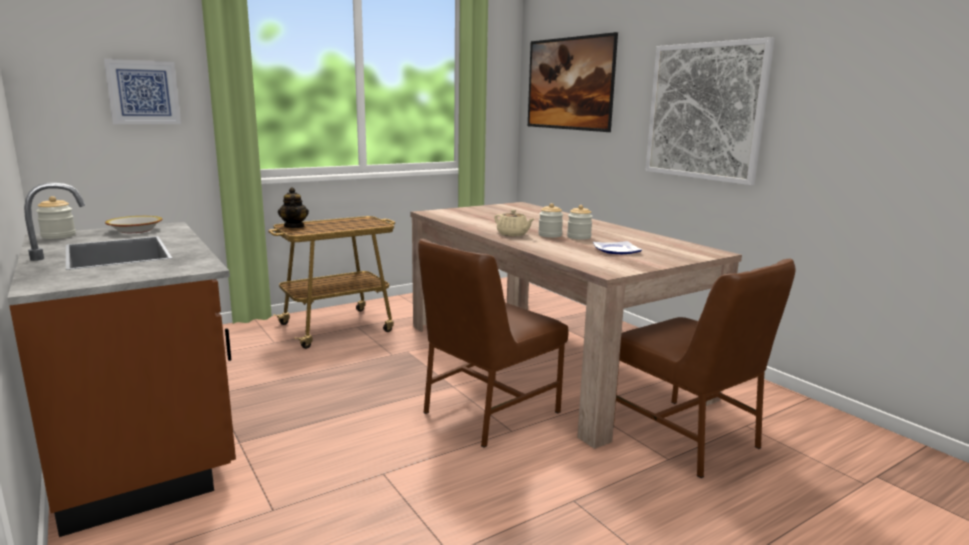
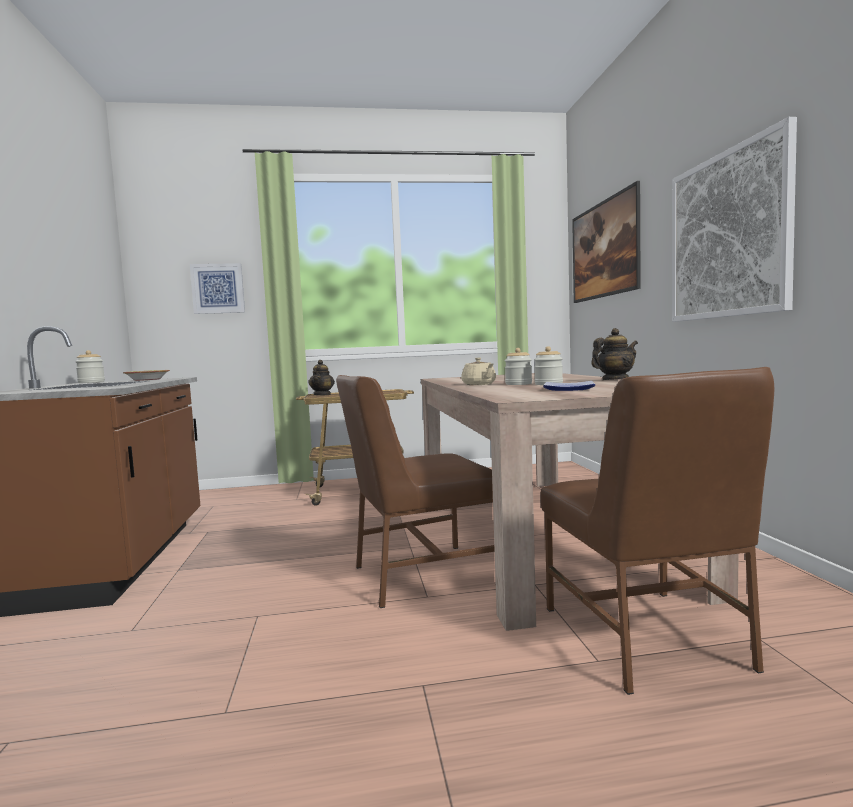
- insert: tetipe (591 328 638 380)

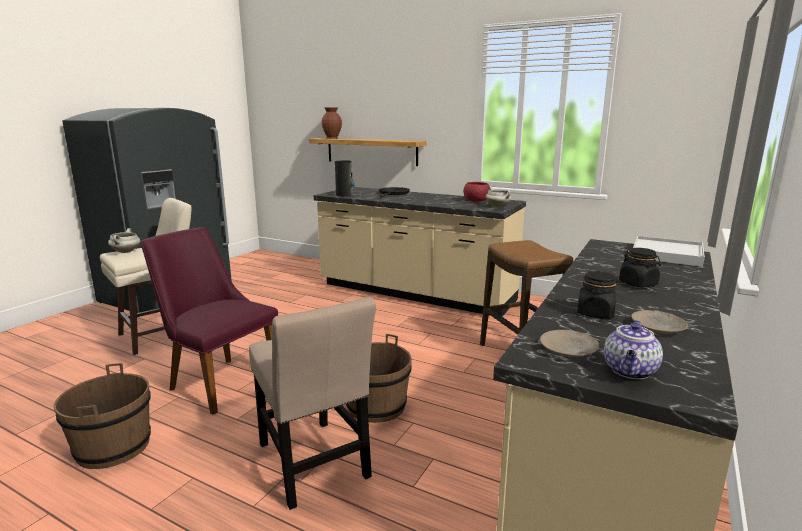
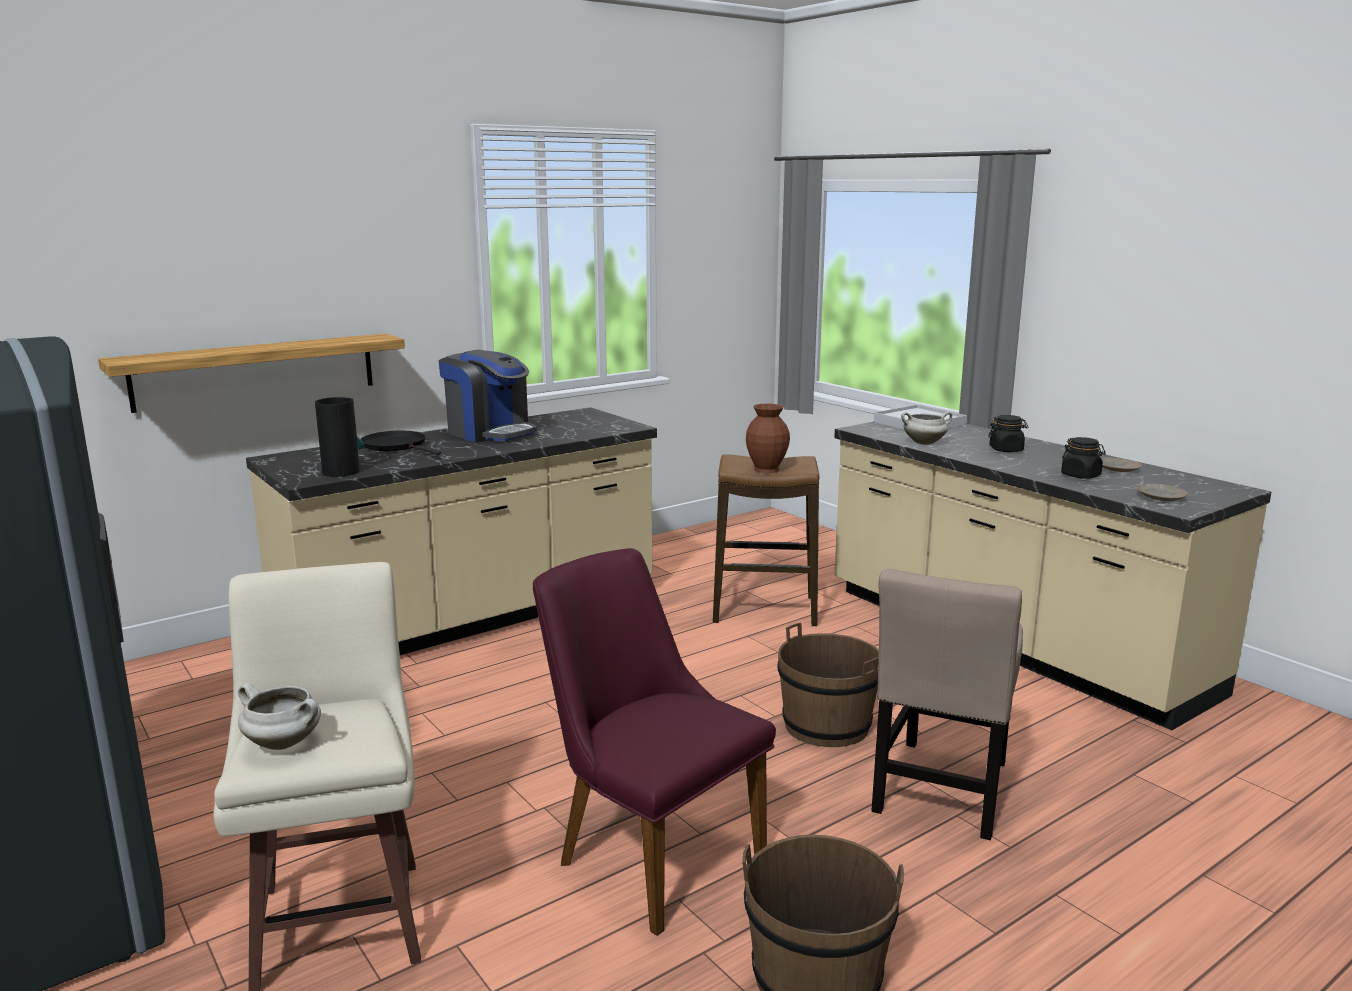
- move: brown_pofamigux (321 107 342 139) to (746 403 790 473)
- delete: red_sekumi (463 182 490 202)
- move: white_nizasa (486 187 511 208) to (901 412 952 445)
- rotate: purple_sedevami (141 227 278 415) = (533 548 776 936) 75 degrees clockwise
- rotate: beige_sedevami (249 297 376 510) = (871 568 1023 840) 120 degrees clockwise
- delete: tetipe (604 320 663 379)
- insert: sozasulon (438 350 537 442)

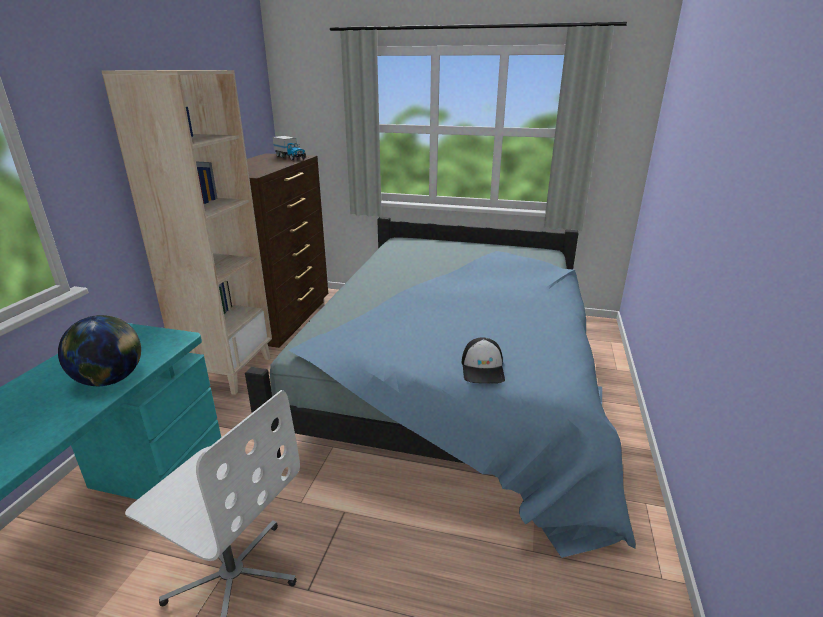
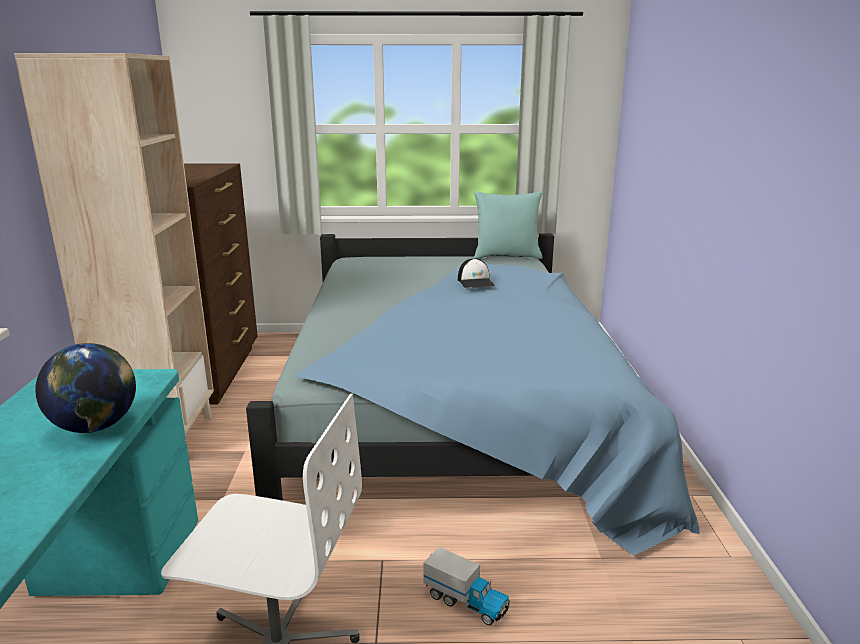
- move: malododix (273 136 306 160) to (423 547 510 625)
- move: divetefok (462 337 505 383) to (458 258 495 288)
- insert: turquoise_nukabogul (474 191 542 259)

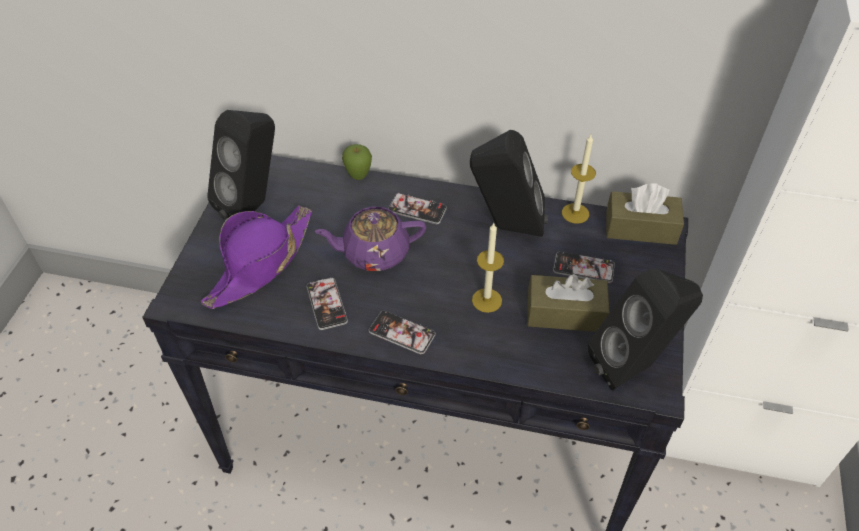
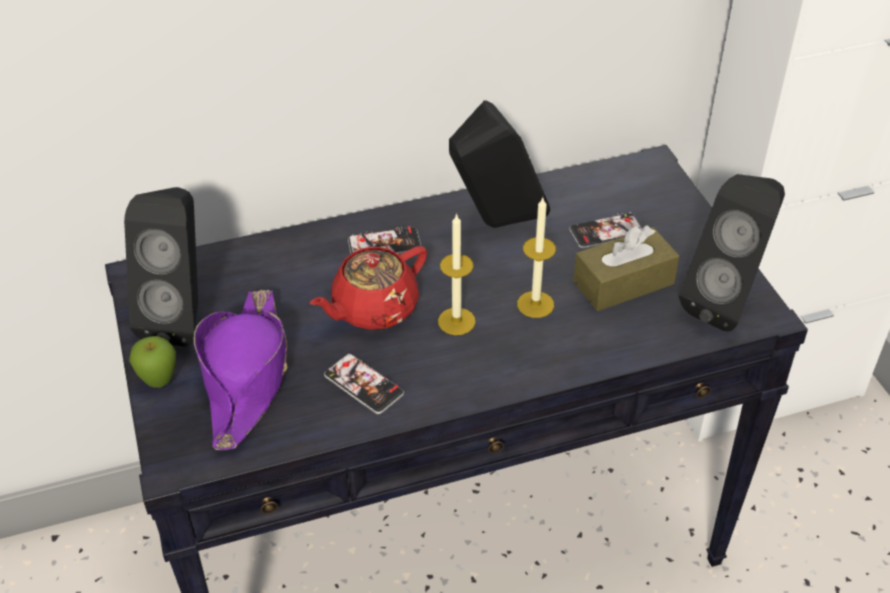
- move: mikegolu (562 135 596 224) to (438 213 476 335)
- move: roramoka (342 144 372 180) to (129 336 176 388)
- delete: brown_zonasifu (606 183 684 245)
- recolor: purple_tetipe (314 207 426 271) to red_tetipe (310 246 427 330)
- delete: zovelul (369 311 436 354)

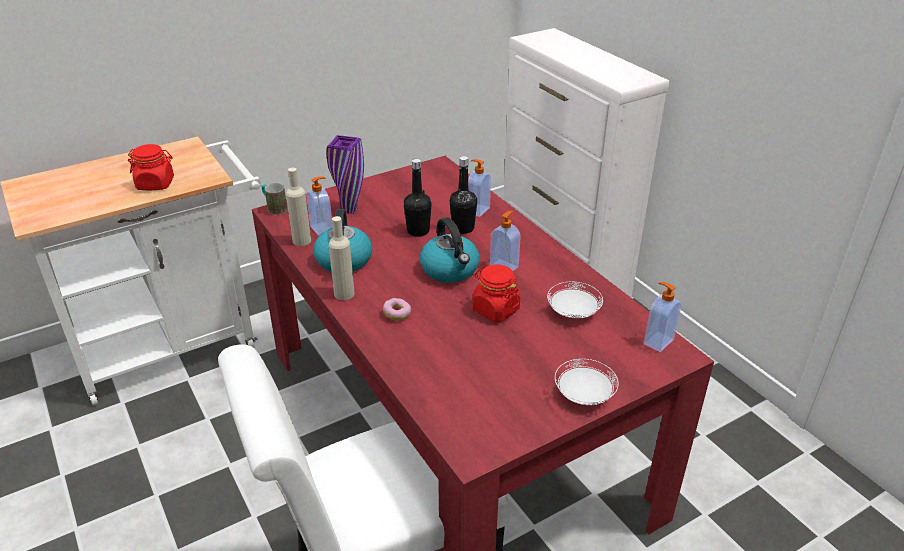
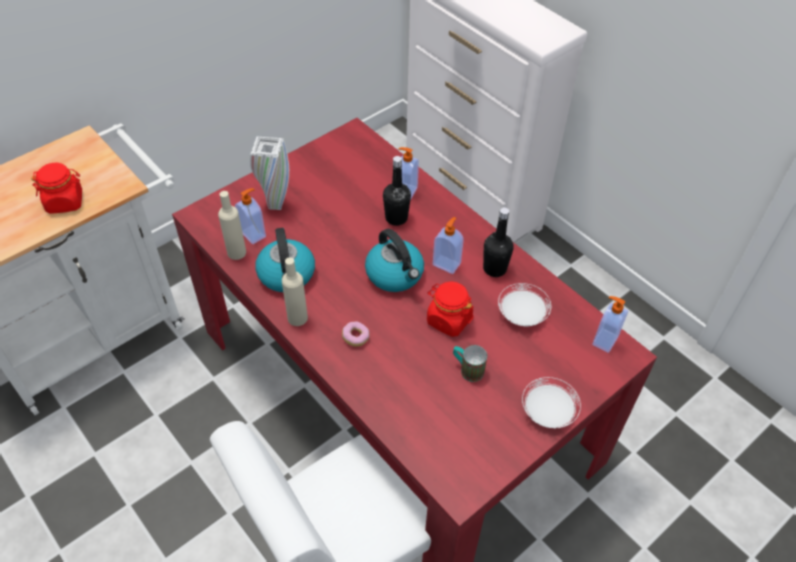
- recolor: purple_pofamigux (327 135 364 214) to white_pofamigux (250 137 289 210)
- move: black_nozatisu (404 159 432 237) to (483 207 514 277)
- move: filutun (262 183 287 215) to (453 345 487 382)

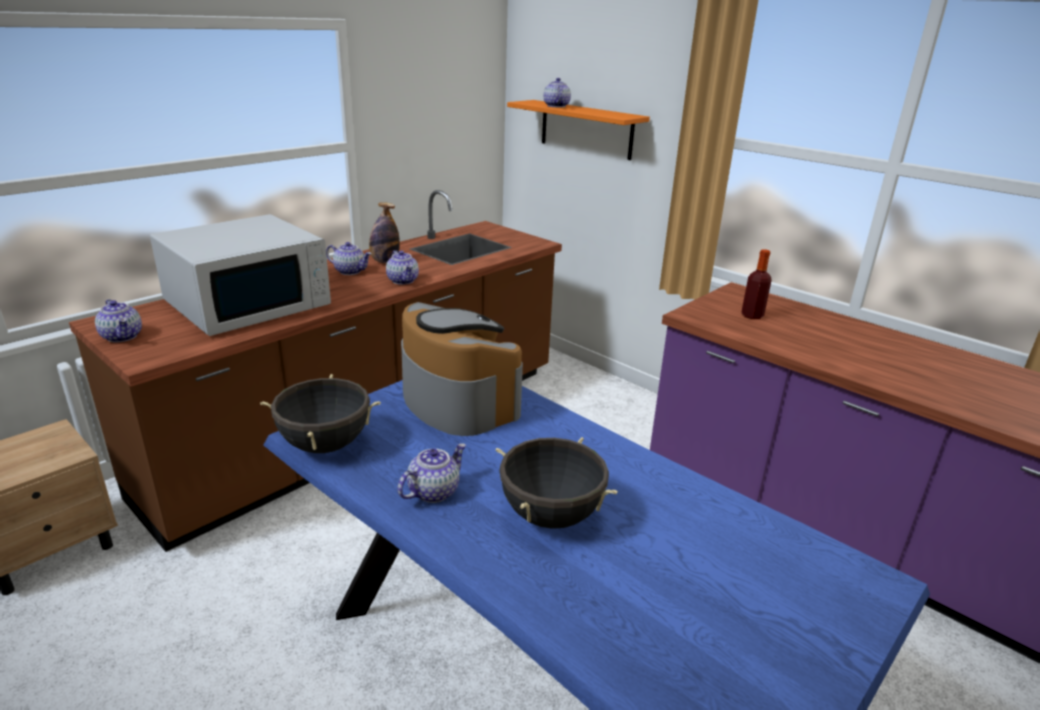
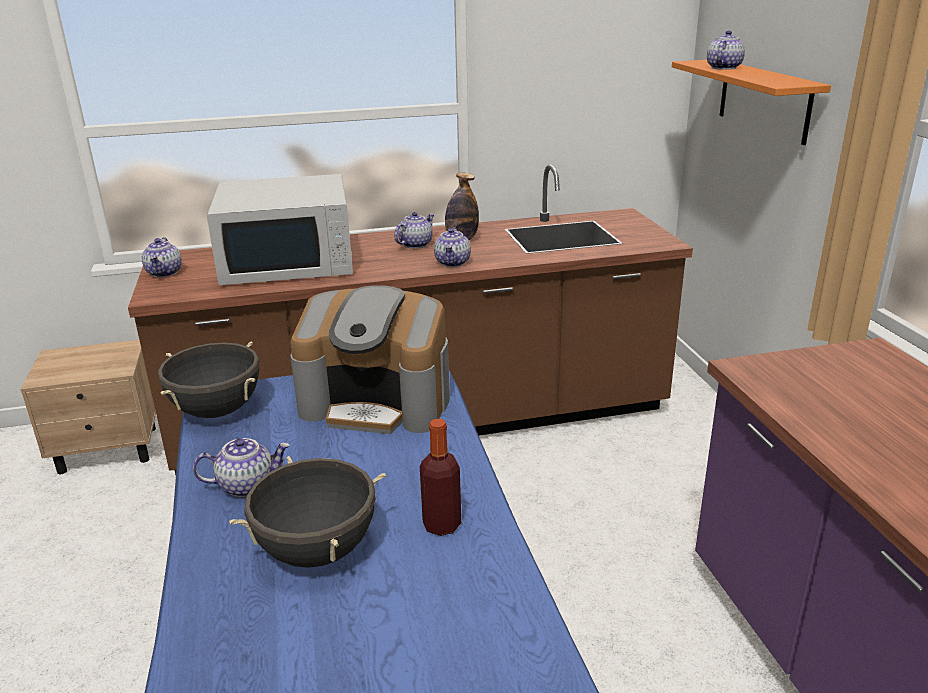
- rotate: tetipe (326 242 372 275) = (394 212 435 249) 105 degrees counterclockwise
- move: nozatisu (741 249 772 319) to (420 419 461 536)
- rotate: sozasulon (401 302 523 436) = (290 285 450 434) 105 degrees clockwise

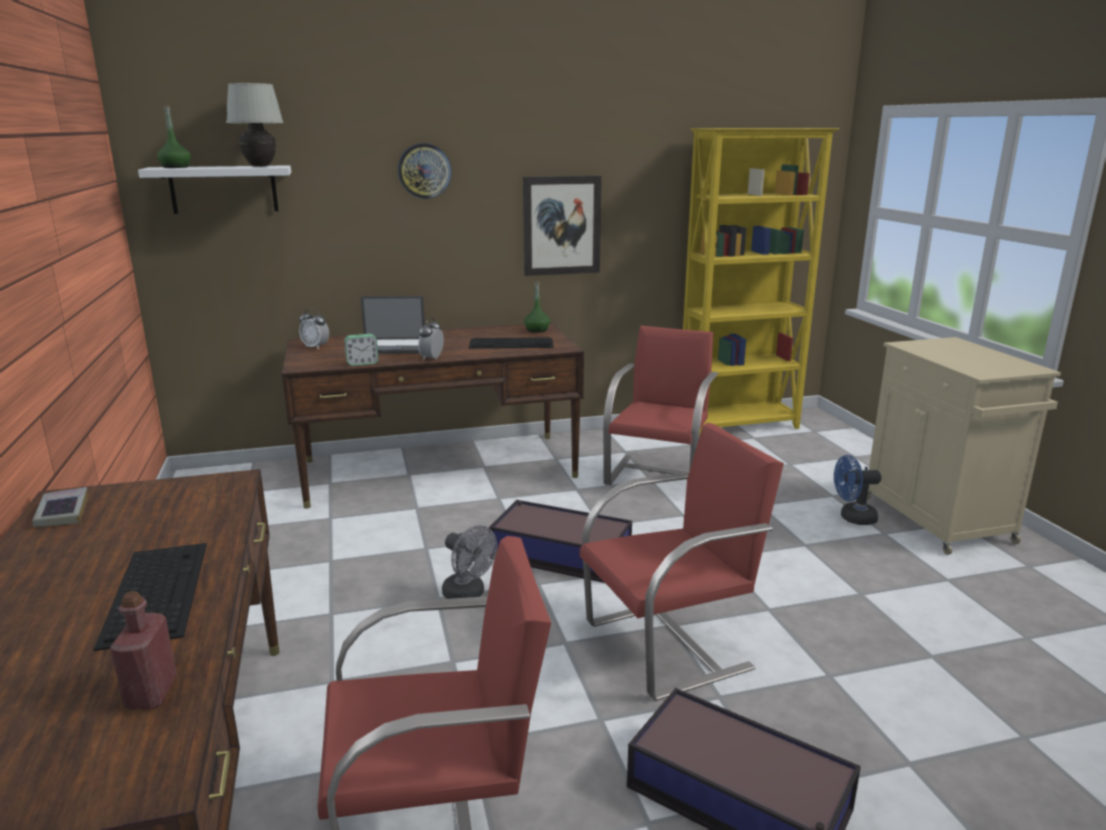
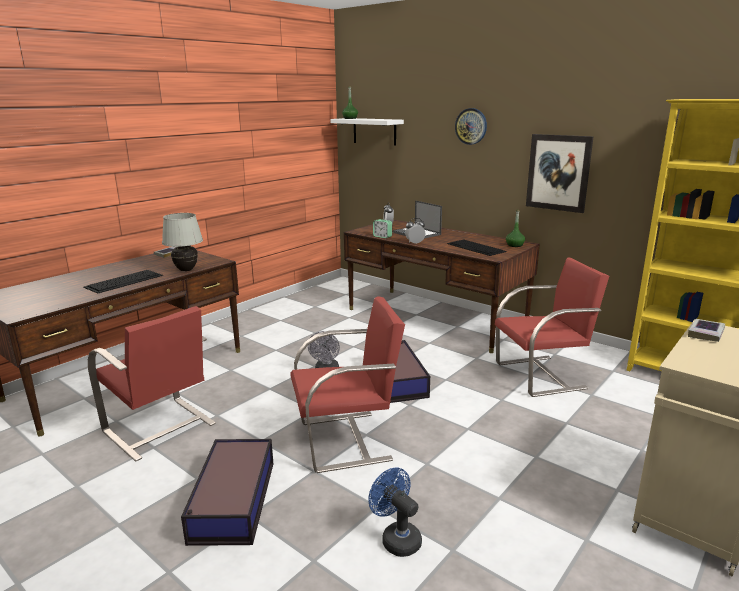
- move: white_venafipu (226 83 284 167) to (162 213 203 271)
- rotate: red_sedevami (580 423 784 701) = (291 296 405 473) 45 degrees counterclockwise
- move: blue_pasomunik (834 455 881 525) to (368 467 422 557)
- delete: red_nozatisu (110 591 177 710)
- insert: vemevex (688 319 725 342)

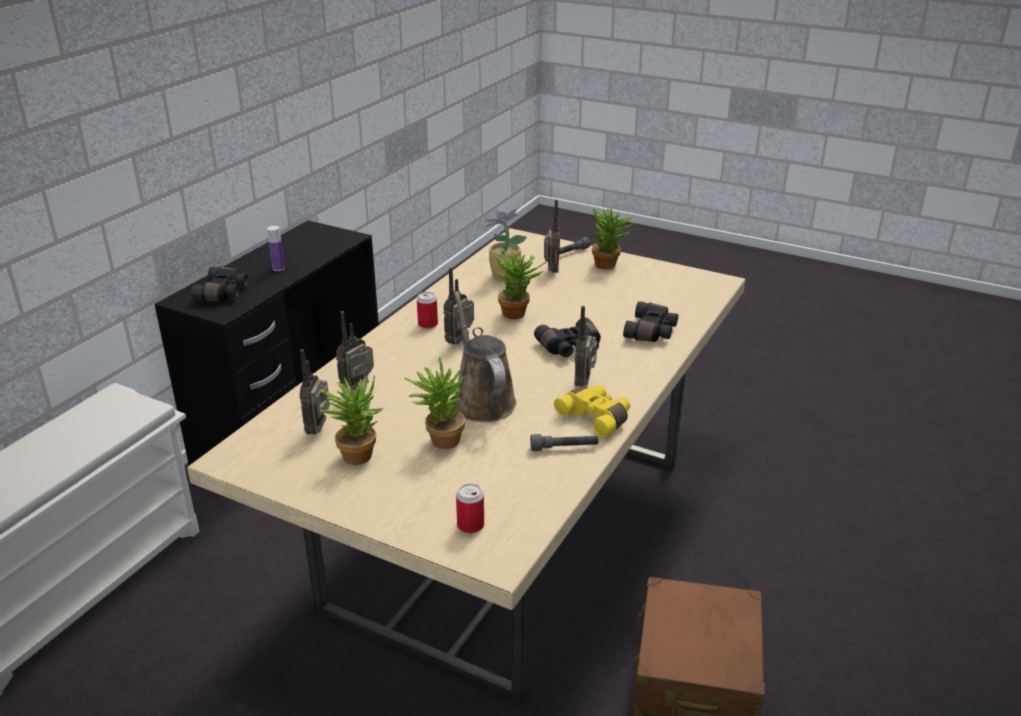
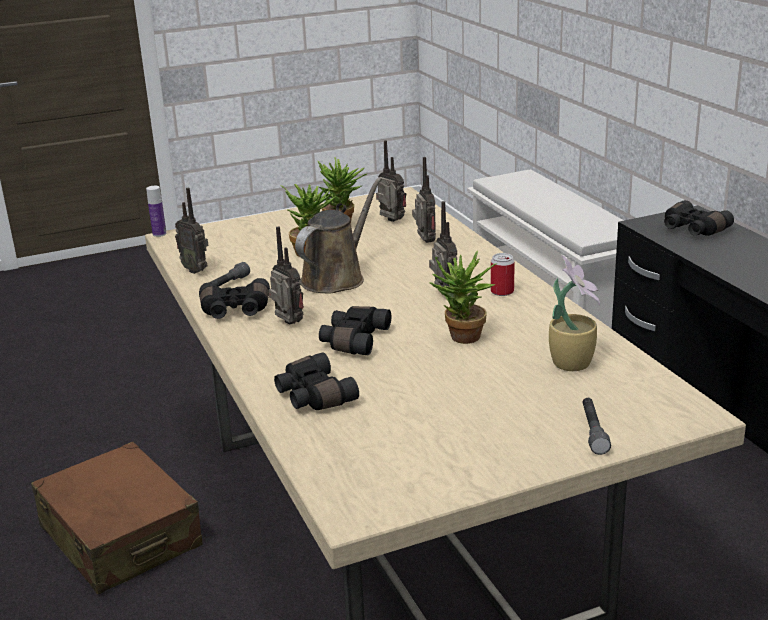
- move: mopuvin (544 199 560 273) to (175 188 209 274)
- delete: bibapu (592 204 637 269)
- move: nozatisu (267 226 285 271) to (146 186 166 237)
- rotate: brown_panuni (454 291 517 422) = (295 177 382 294) 75 degrees counterclockwise
- recolor: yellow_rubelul (554 385 630 437) to black_rubelul (199 278 270 319)
- delete: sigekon (456 483 484 533)

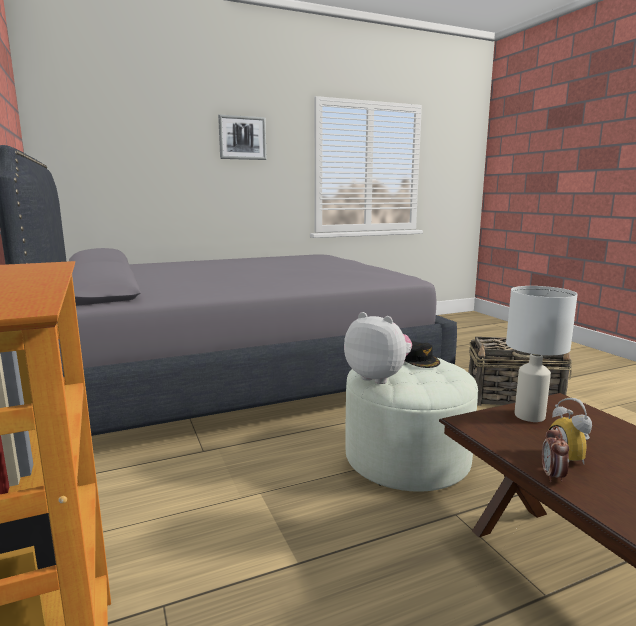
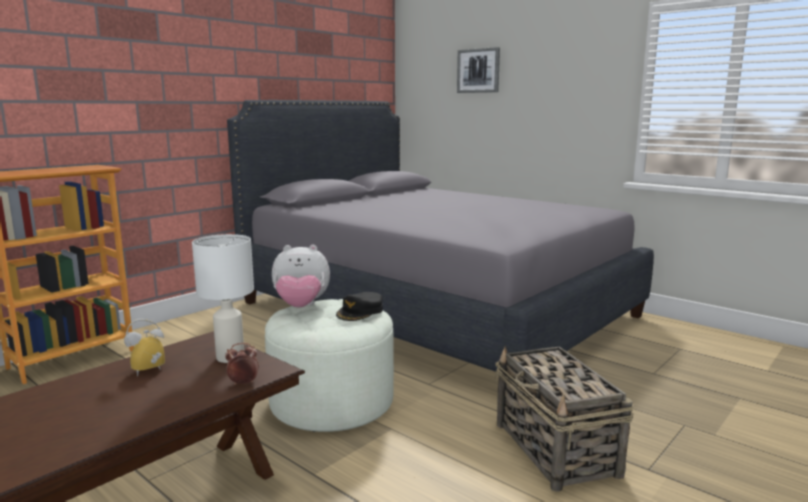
- move: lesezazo (218 115 266 160) to (457 47 500 93)
- rotate: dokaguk (344 312 412 384) = (272 245 330 307) 75 degrees clockwise
- move: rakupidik (542 426 569 482) to (225 343 259 385)

